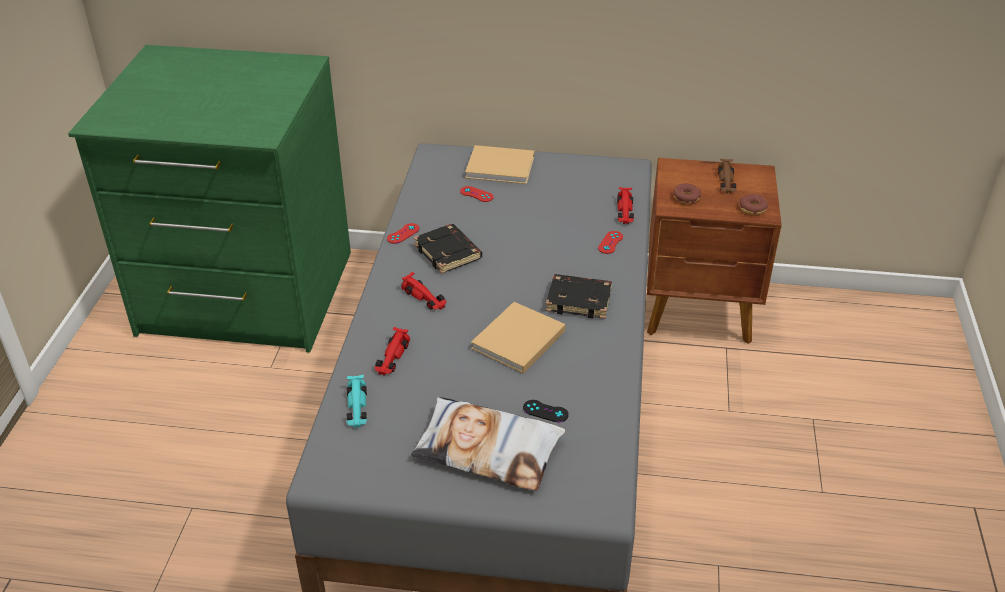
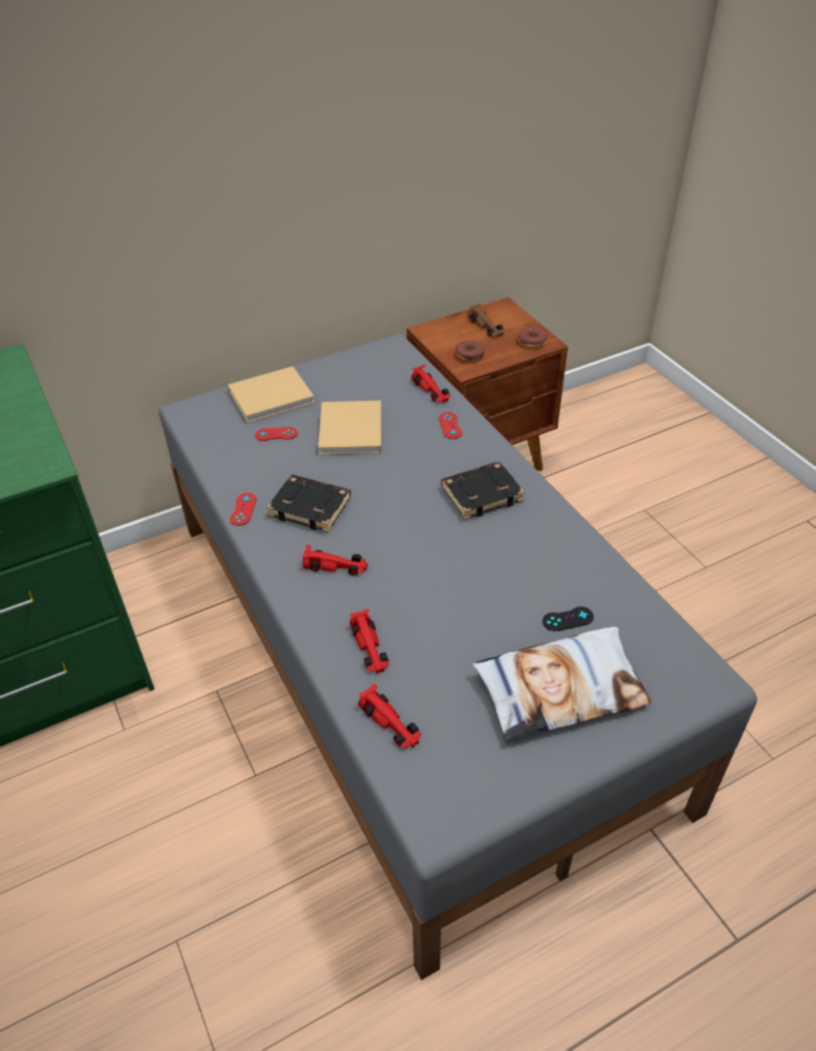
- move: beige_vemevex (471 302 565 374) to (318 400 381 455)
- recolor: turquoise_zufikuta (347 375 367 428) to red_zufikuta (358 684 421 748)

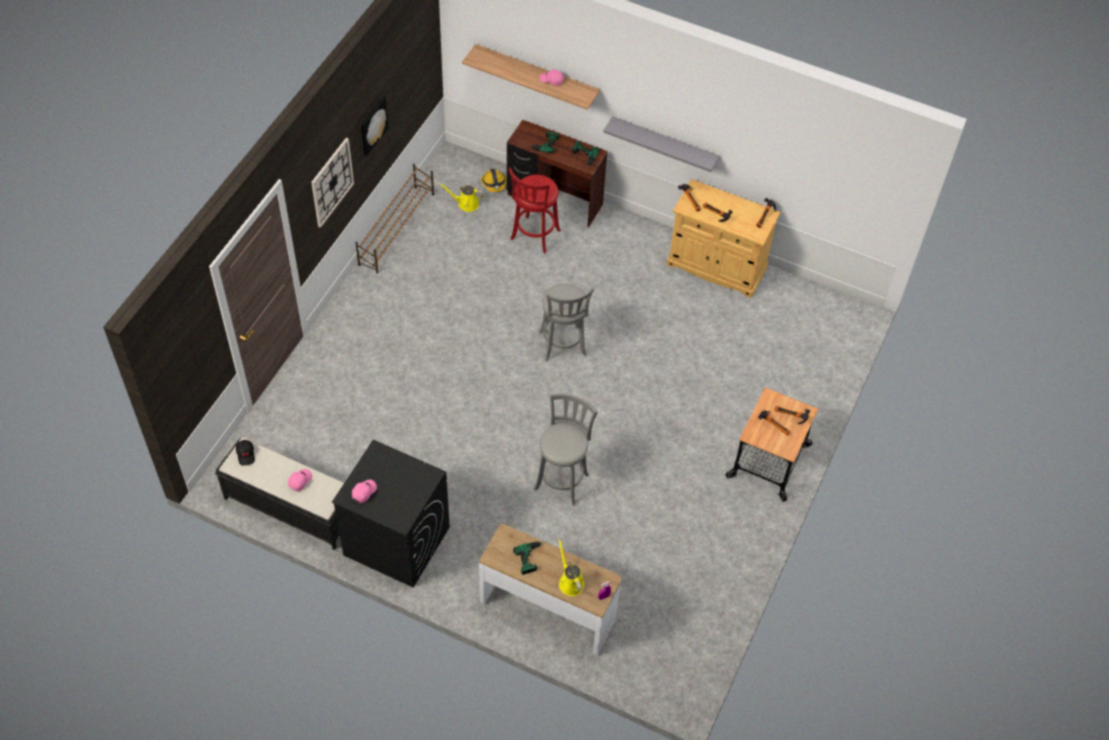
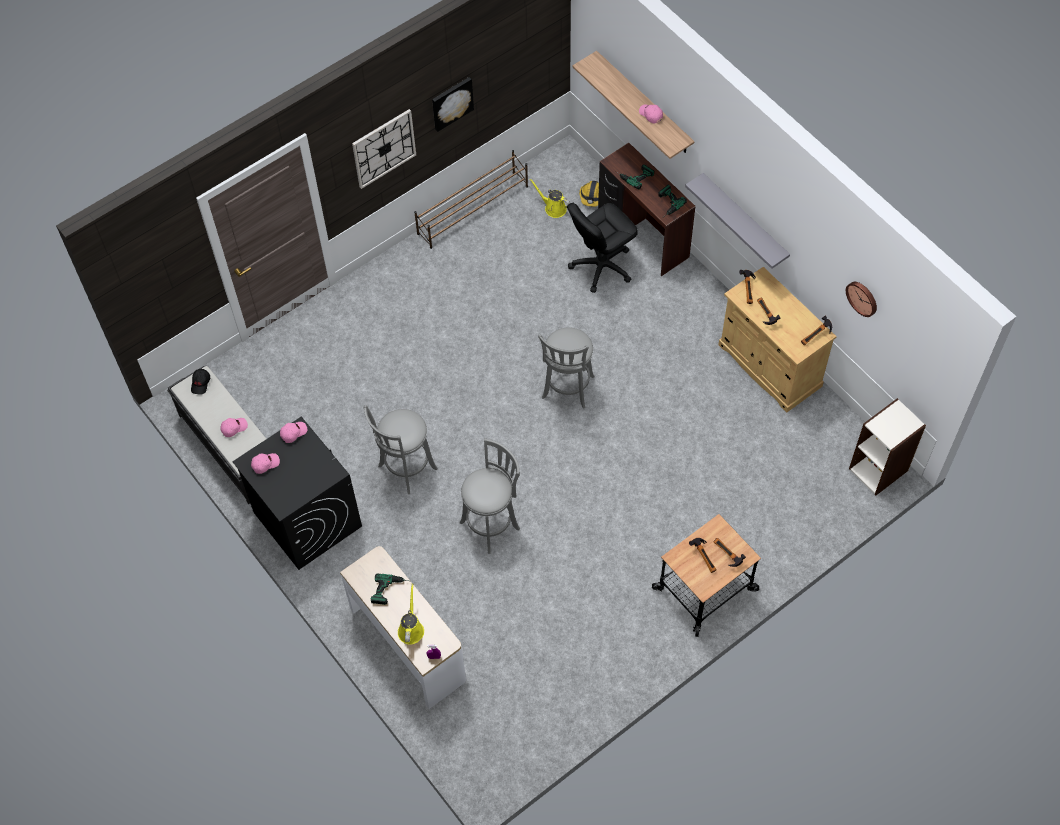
- replace: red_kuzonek (509 168 561 254) to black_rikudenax (567 203 638 293)
- insert: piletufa (846 282 877 317)
- insert: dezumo (849 398 926 496)
- insert: grey_kuzonek (364 405 438 494)
- insert: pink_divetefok (280 422 307 443)

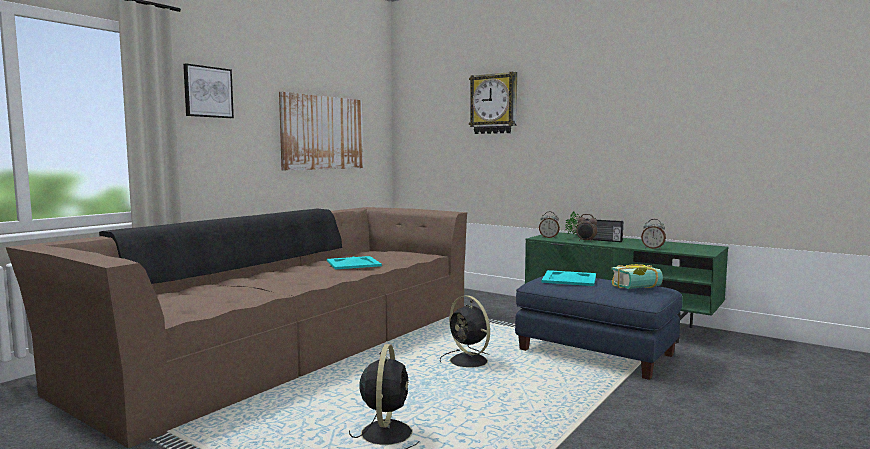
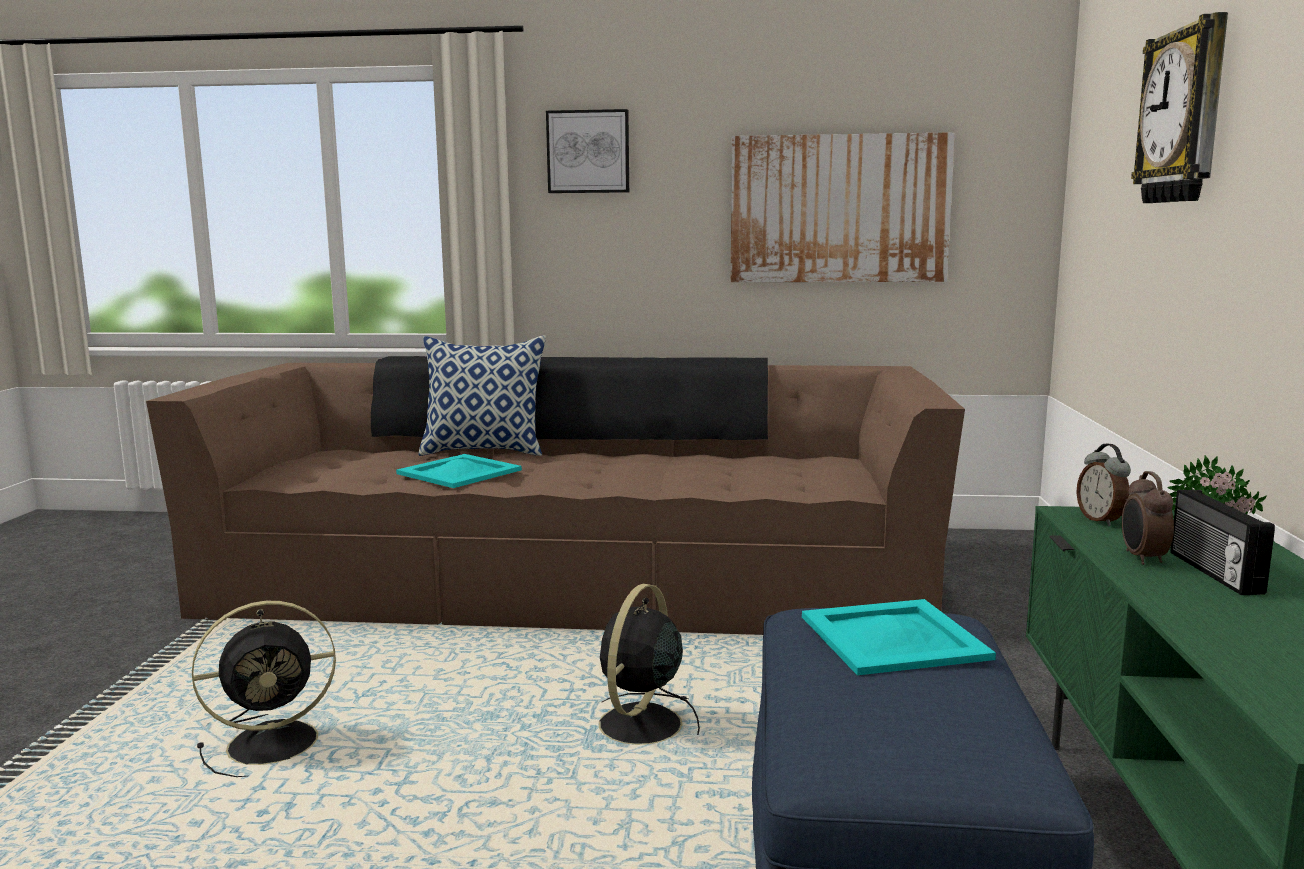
- delete: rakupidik (641 219 666 249)
- move: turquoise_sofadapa (327 256 382 270) to (396 454 522 488)
- delete: vemevex (611 264 663 289)
- insert: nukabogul (419 335 546 456)

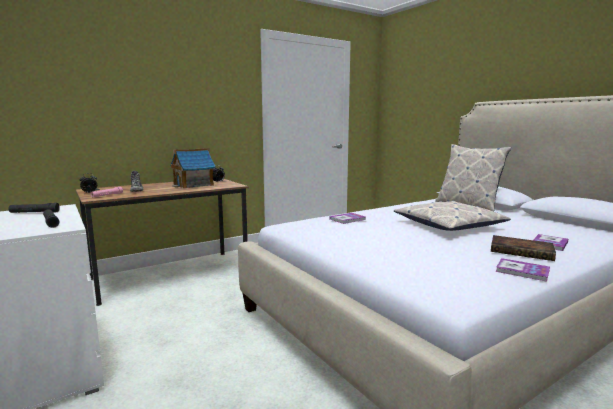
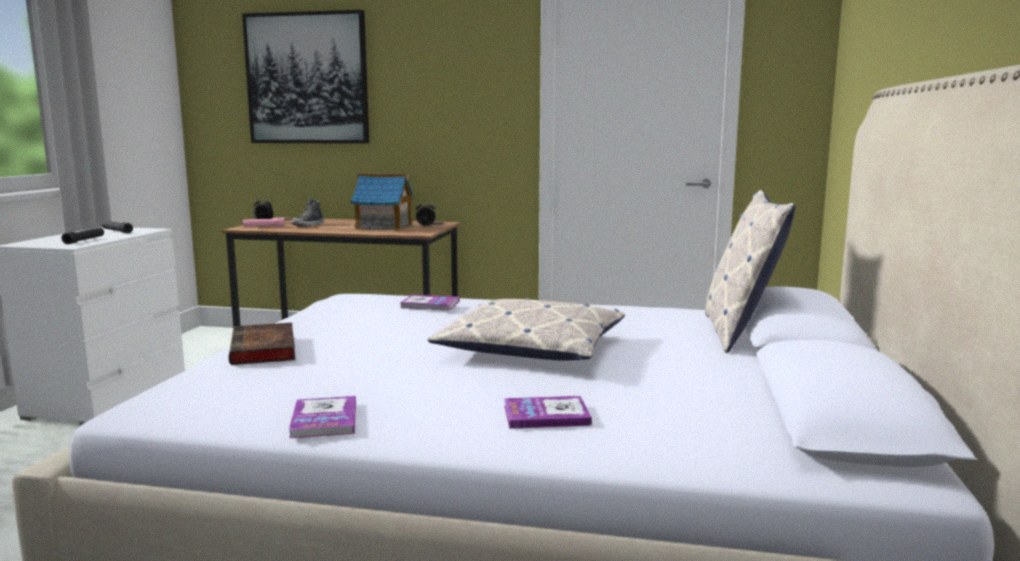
- move: vemevex (491 235 556 261) to (229 323 295 365)
- insert: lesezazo (242 10 369 144)

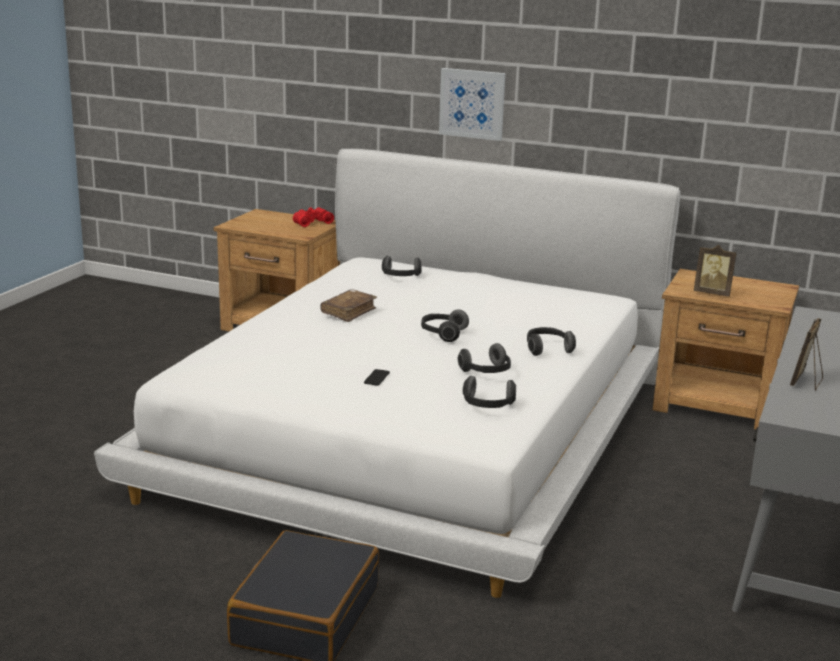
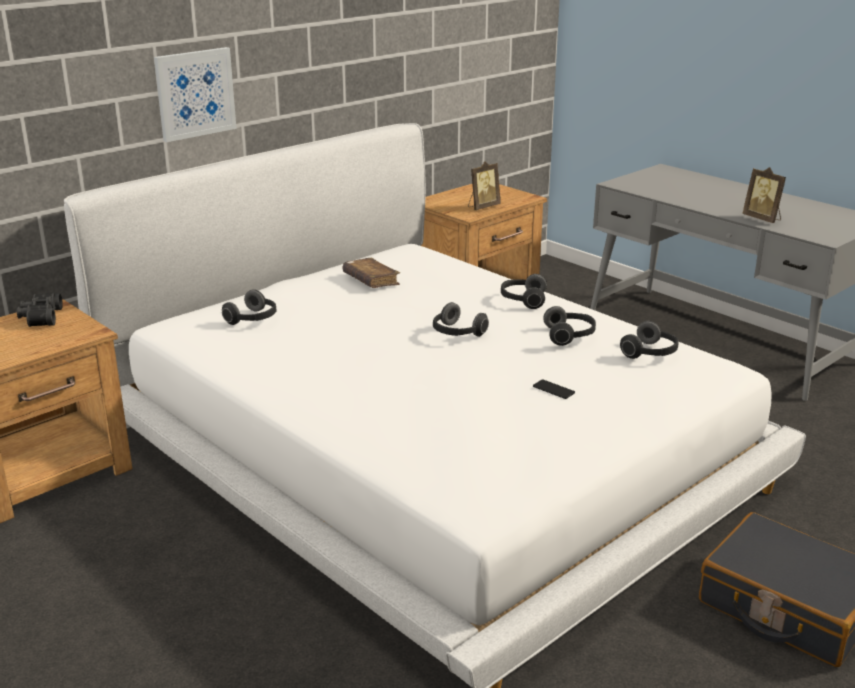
- recolor: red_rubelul (293 207 334 227) to black_rubelul (17 293 63 327)
- move: brown_vemevex (320 289 377 322) to (343 258 400 288)

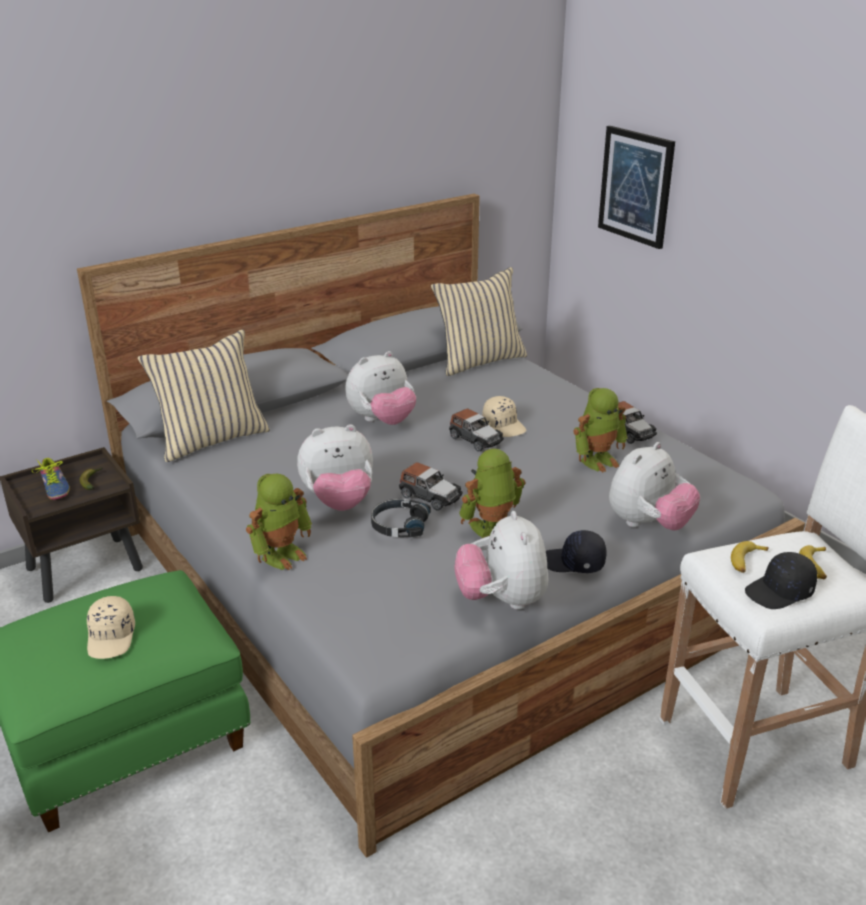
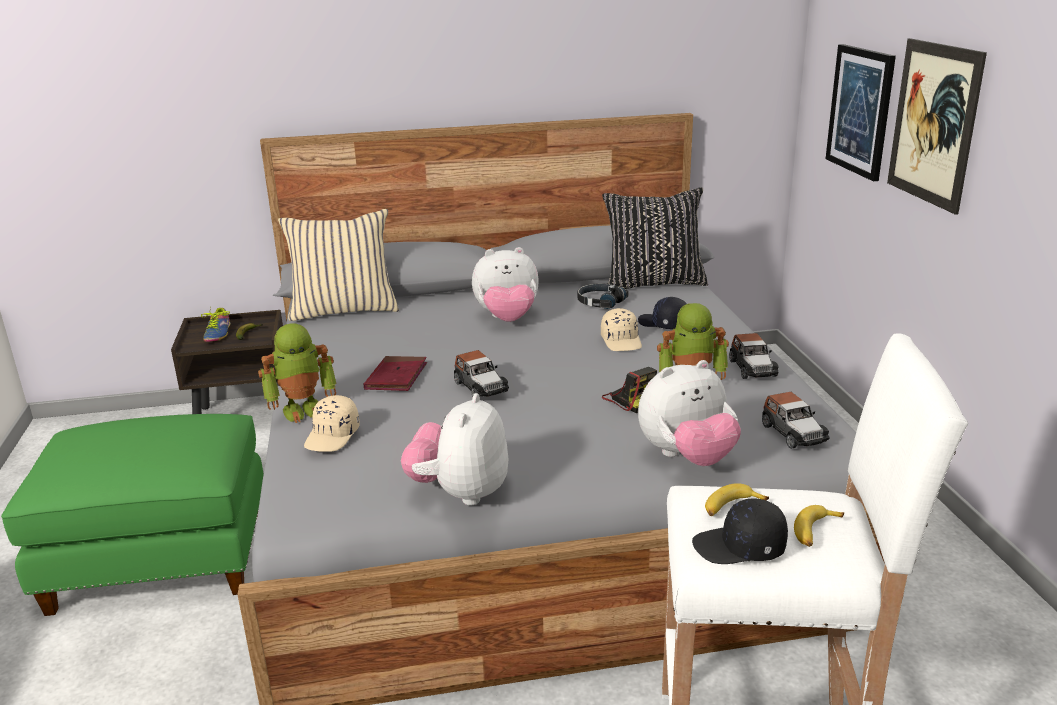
- recolor: beige_nukabogul (431 267 527 376) to black_nukabogul (602 187 708 289)
- move: zufikuta (449 408 504 451) to (762 392 830 449)
- replace: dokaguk (297 424 373 511) to red_vemevex (364 356 427 391)
- delete: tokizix (459 449 525 538)
- move: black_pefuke (371 499 431 537) to (578 283 629 309)
- move: black_divetefok (546 530 606 573) to (638 297 687 329)
- move: beige_divetefok (87 596 135 659) to (304 395 360 452)
- insert: lesezazo (887 38 987 215)
- insert: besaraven (602 367 657 413)

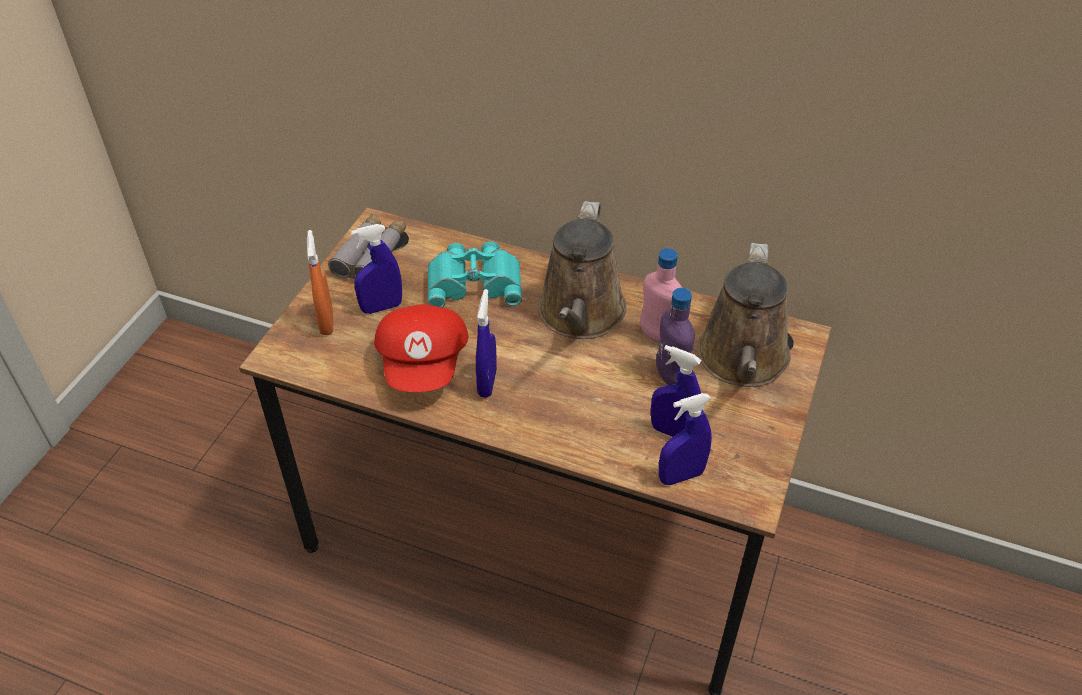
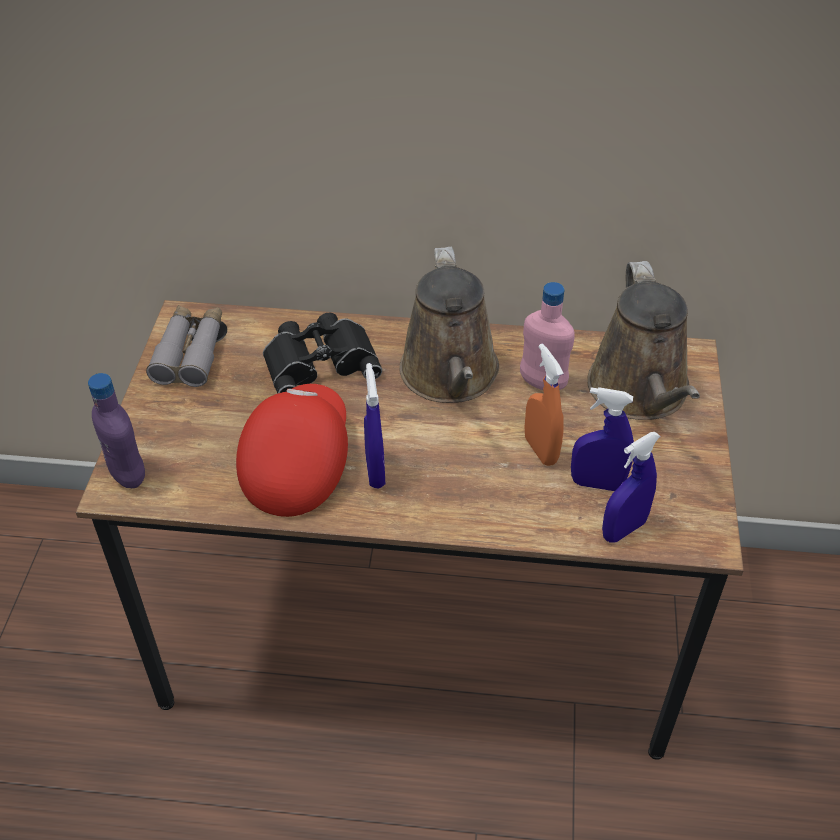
- delete: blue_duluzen (351 224 402 314)
- move: orange_duluzen (307 230 333 335) to (525 344 564 466)
- recolor: turquoise_rubelul (428 241 522 307) to black_rubelul (263 312 382 394)
- move: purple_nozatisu (656 288 694 385) to (88 373 145 488)
- rotate: red_divetefok (374 304 468 392) = (236 384 348 517) 150 degrees counterclockwise

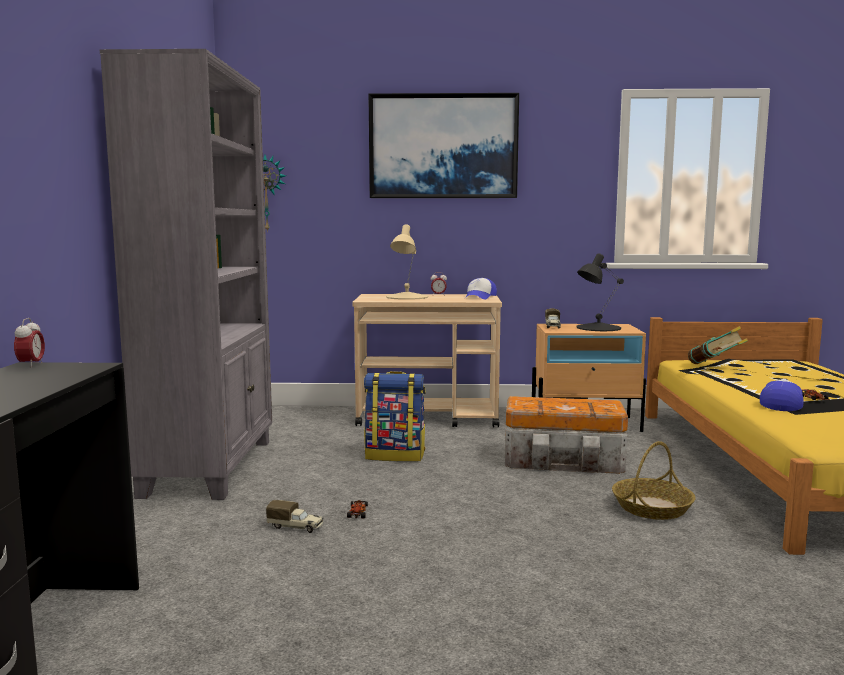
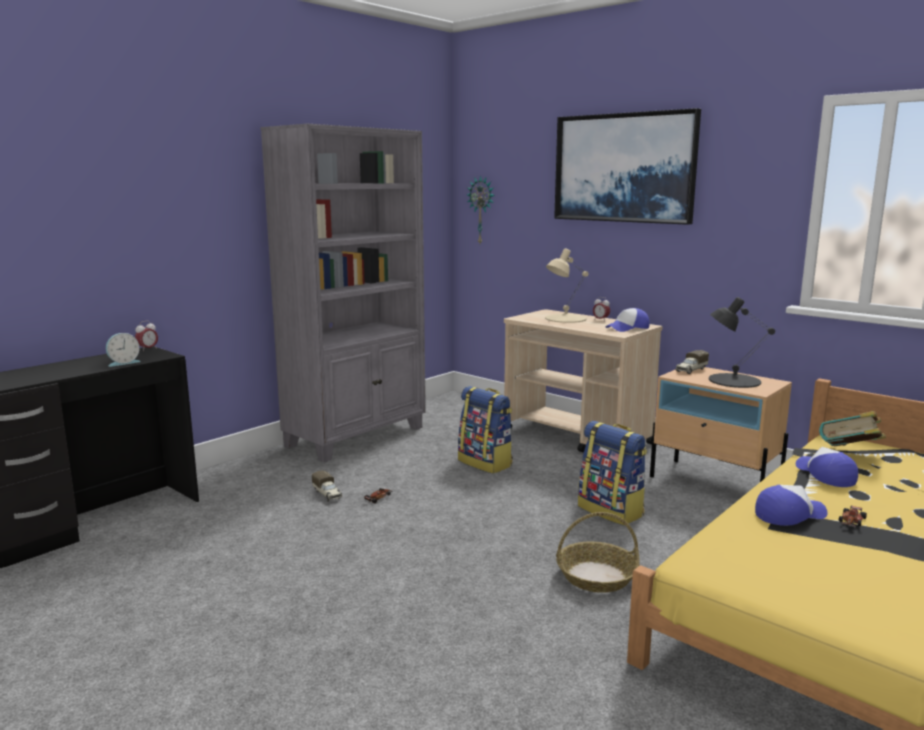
- replace: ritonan (505 396 628 474) to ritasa (578 421 647 525)
- insert: rakupidik (106 333 141 367)
- insert: divetefok (796 447 858 487)

